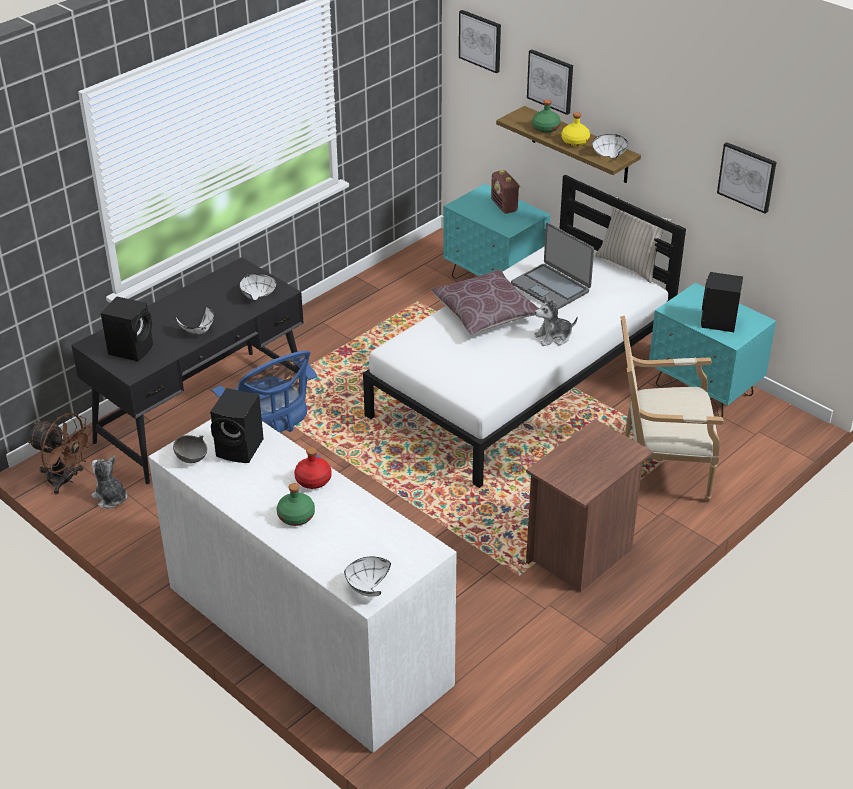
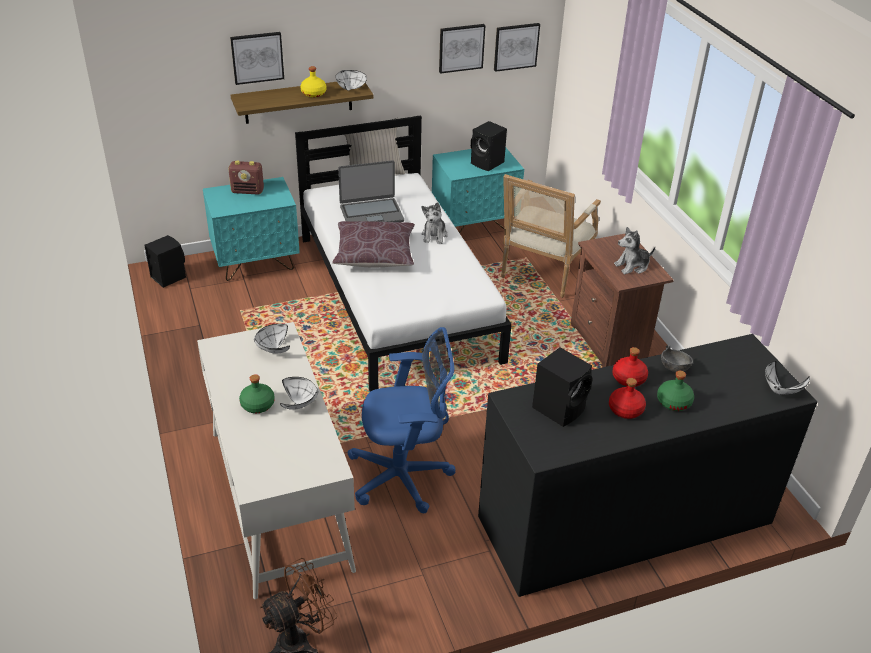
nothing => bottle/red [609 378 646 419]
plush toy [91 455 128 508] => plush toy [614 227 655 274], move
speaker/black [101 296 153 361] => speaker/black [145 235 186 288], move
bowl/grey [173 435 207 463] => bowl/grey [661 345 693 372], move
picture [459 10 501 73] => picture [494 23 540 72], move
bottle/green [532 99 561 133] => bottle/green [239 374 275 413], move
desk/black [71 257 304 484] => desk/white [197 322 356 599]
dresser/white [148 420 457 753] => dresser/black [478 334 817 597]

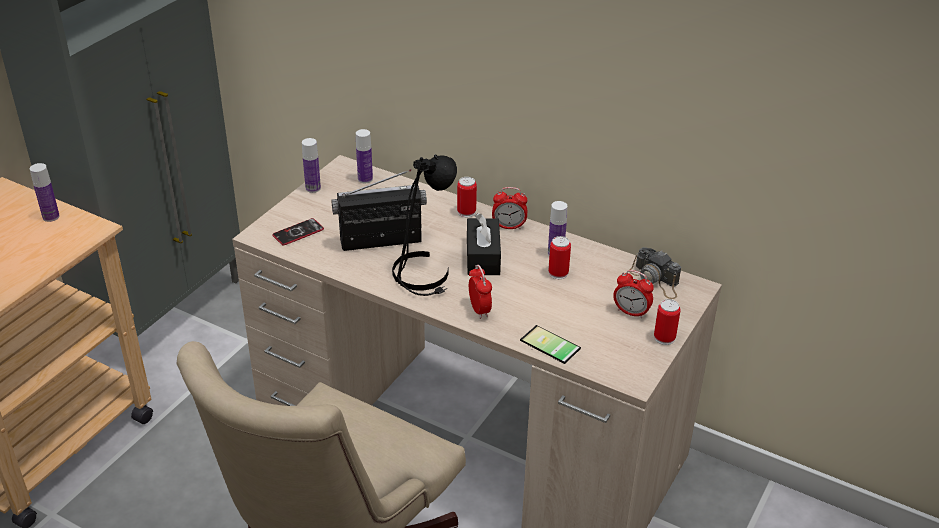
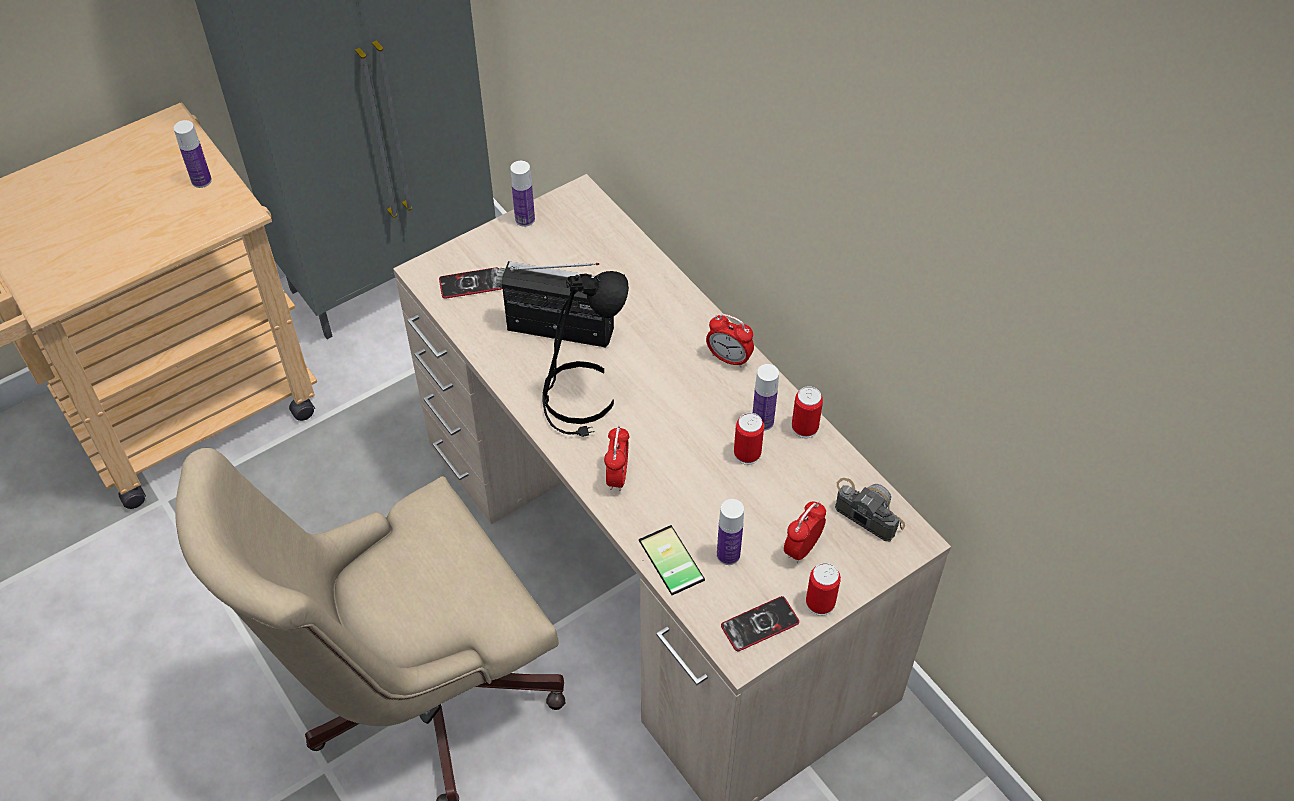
tissue box/black [467 213 501 275] => nothing
nothing => phone [721 596 799 651]
bottle [356 129 373 183] => bottle [717 499 744 565], move
can [457 177 477 217] => can [792 386 823 438], move
alarm clock [613 270 654 319] => alarm clock [784 501 826 563], 75 degrees clockwise
photo camera [629 247 681 299] => photo camera [835 478 905 541], 150 degrees clockwise

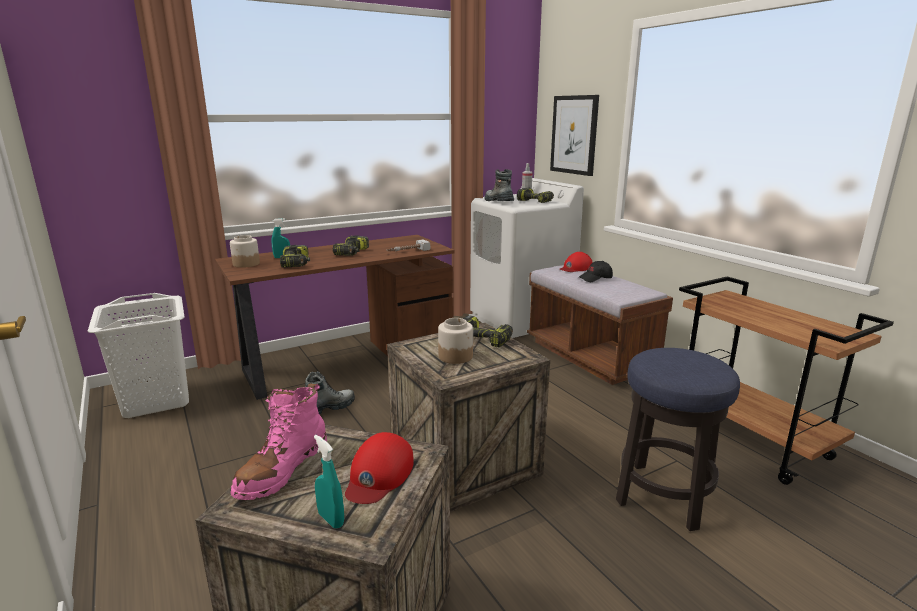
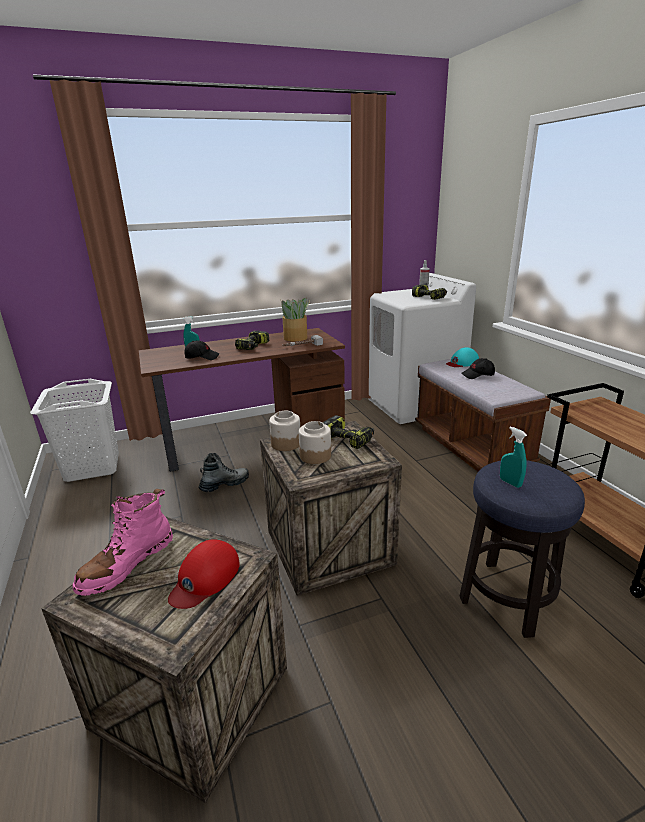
boot [485 169 514 201] => nothing
picture [550 95 599 176] => nothing
nothing => potted plant [281 298 310 341]
jar [230 235 260 268] => jar [269 411 300 451], move
spray bottle/turquoise [314 435 344 529] => spray bottle/turquoise [500 426 527 488], move
power drill [280 245 310 268] => cap/black [184 340 220 360]
cap/red [560 252 593 272] => cap/turquoise [446 347 479 367]

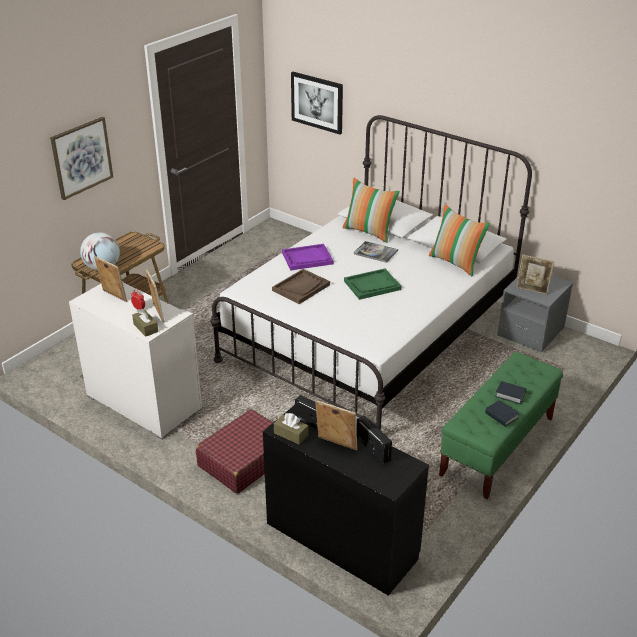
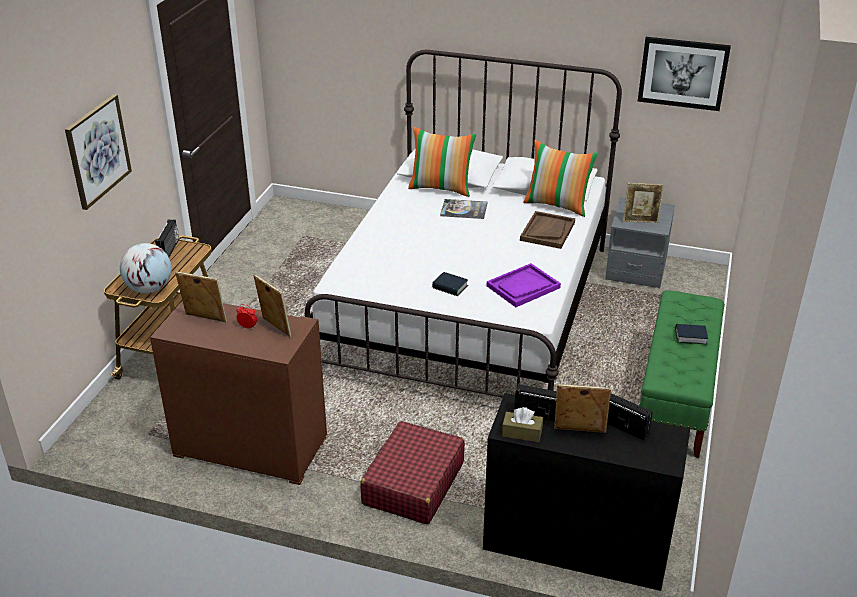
tissue box/brown [132 309 158 337] => nothing
tray/green [344 269 401 300] => nothing
nothing => radio [155 220 179 257]
tray/brown [272 269 330 304] => tray/brown [520 211 575 249], move
tray/purple [282 244 333 271] => tray/purple [487 263 561 307], move
picture [291 72 343 135] => picture [638 37 731 111], move
book [485 400 519 427] => book [432 272 468 296], move
dresser/white [69 281 202 440] => dresser/brown [150 301 327 485]

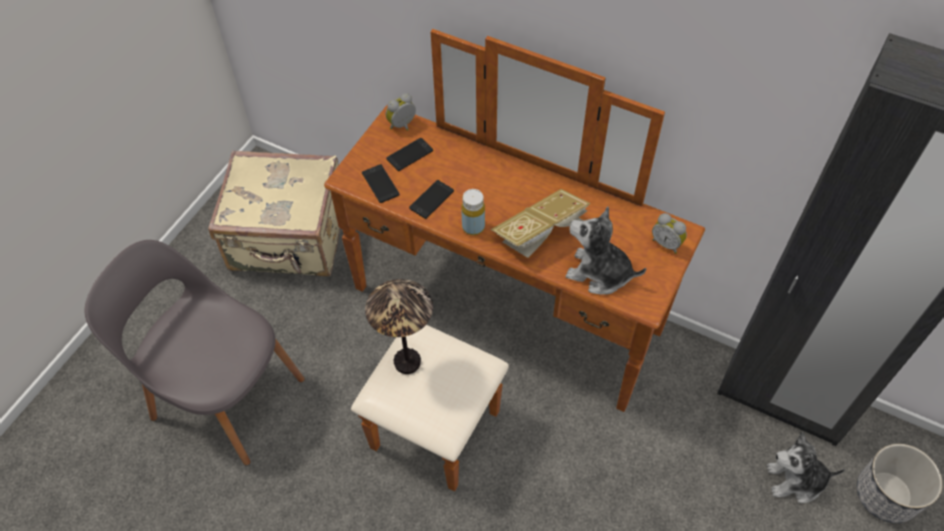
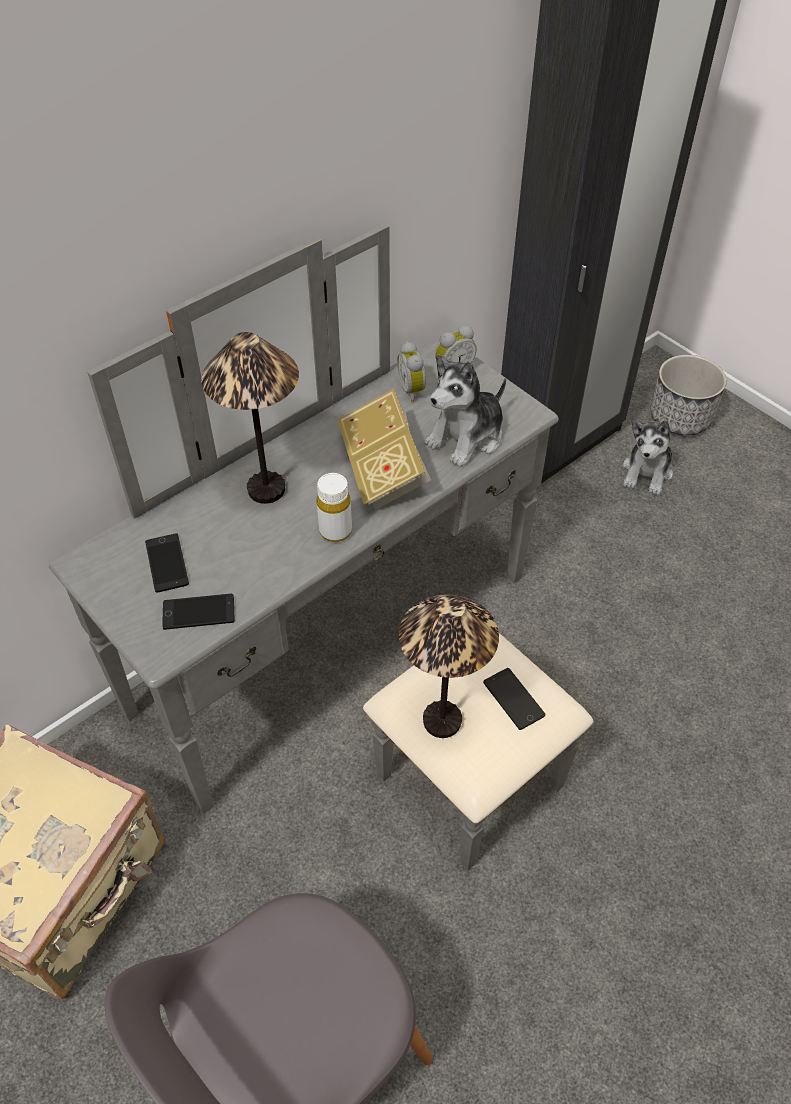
nothing => table lamp [201 332 299 504]
alarm clock [386 93 416 131] => alarm clock [397 341 426 402], move
phone [409 180 454 219] => phone [483 668 545 730], move
dresser/brown [324 29 705 491] => dresser/grey [49 224 594 871]
bottle/yellow [461 189 485 235] => bottle/white [317 473 352 542]

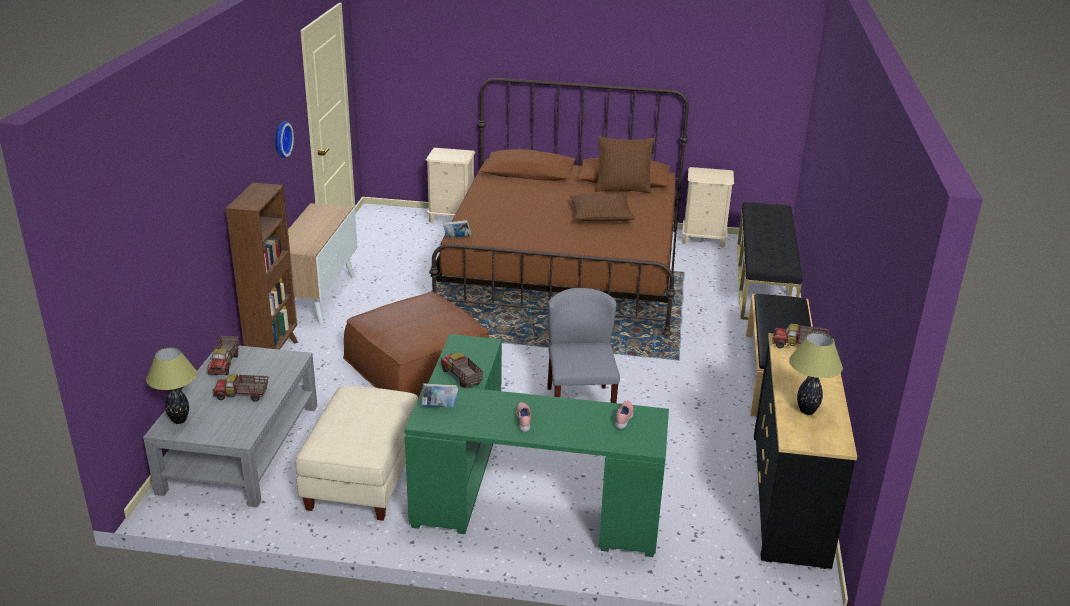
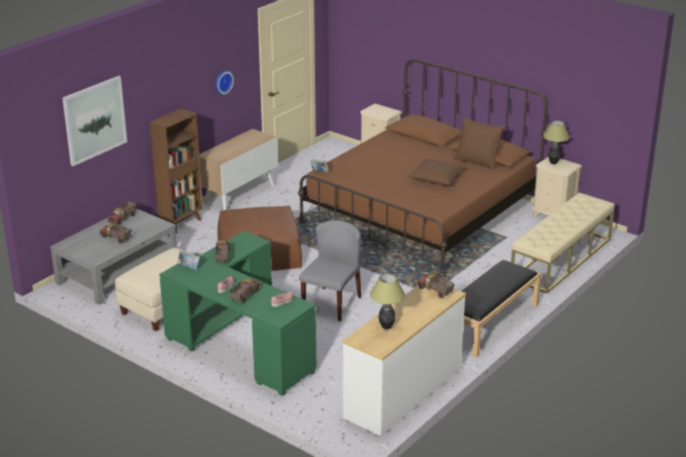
nothing => picture [62 76 127 166]
nothing => toy truck [229 279 260 304]
table lamp [146 347 197 424] => table lamp [543 121 570 164], move
bench/black [737 202 803 320] => bench/beige [511 193 615 293]
dresser/black [754 333 857 569] => dresser/white [342 285 466 436]

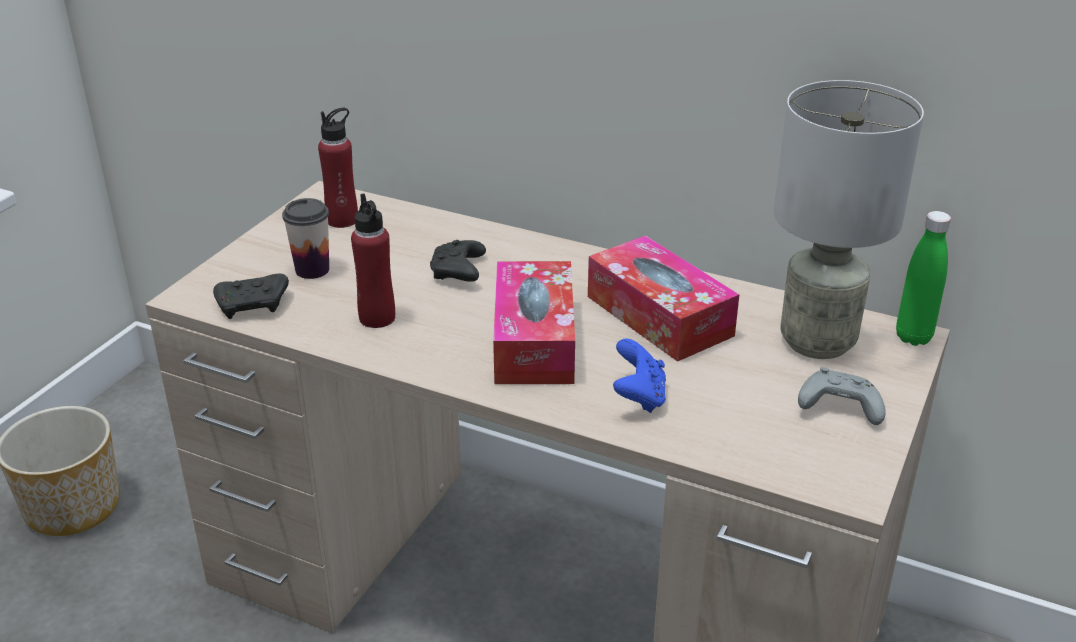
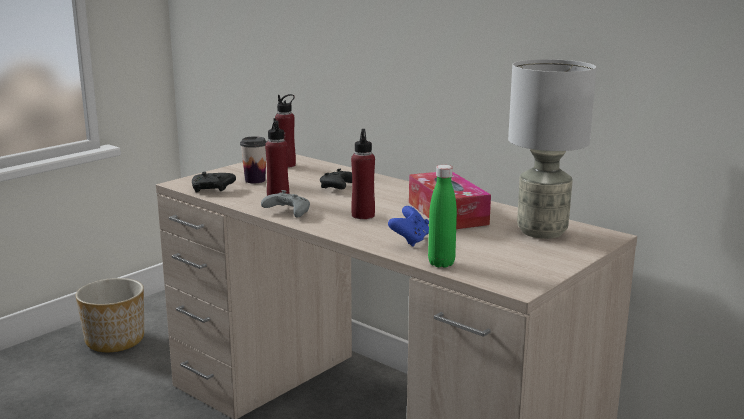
game controller/grey [798 367 886 425] => game controller/grey [261 190 310 218], move
bottle/green [896 211 951 346] => bottle/green [428 165 457 268], move
tissue box [493 261 575 384] => bottle/red [351 129 375 219]

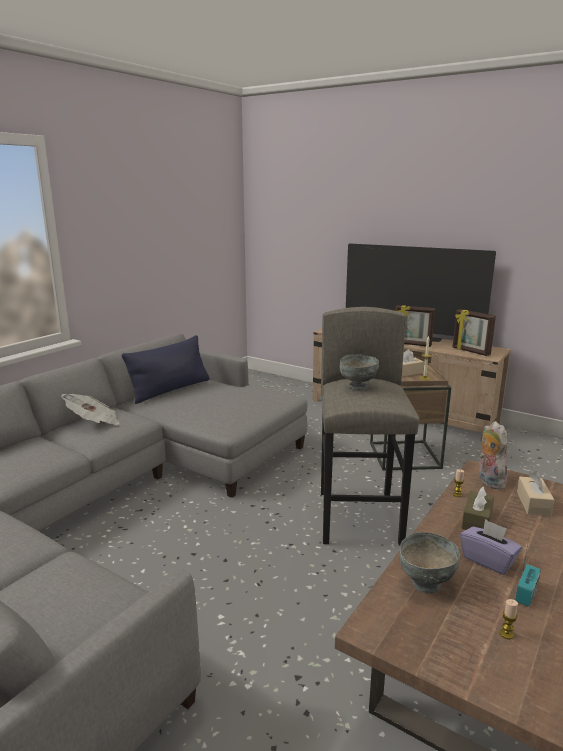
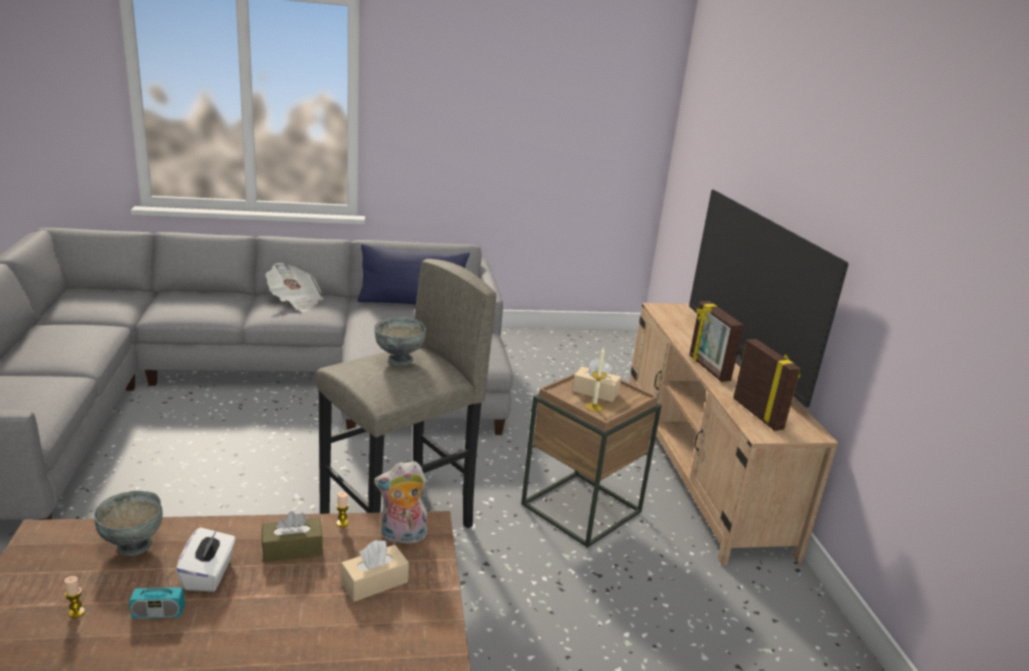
tissue box/purple [460 519 522 575] => tissue box/white [176 527 236 592]
picture frame [453 309 496 356] => picture frame [733 339 801 431], 150 degrees clockwise
plush toy [479 421 509 489] => plush toy [374 461 429 544], 135 degrees counterclockwise

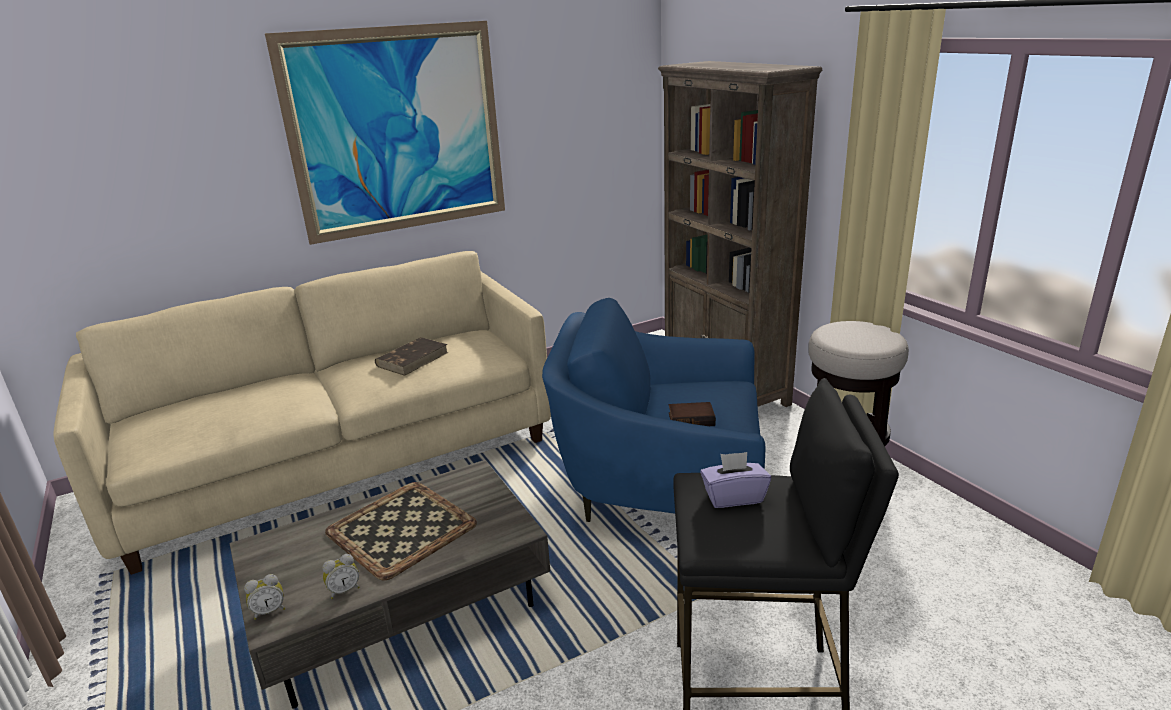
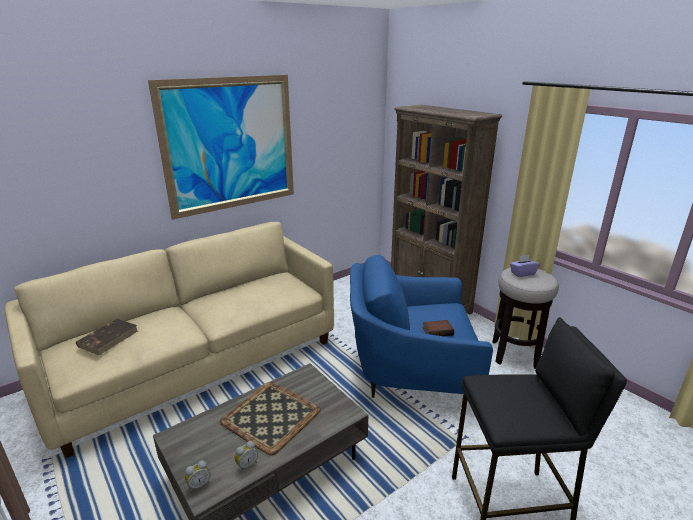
book/brown [375 337 448 376] => book/brown [76 319 138 355], move
tissue box/purple [700 452 771 508] => tissue box/purple [510 255 540 277], move

